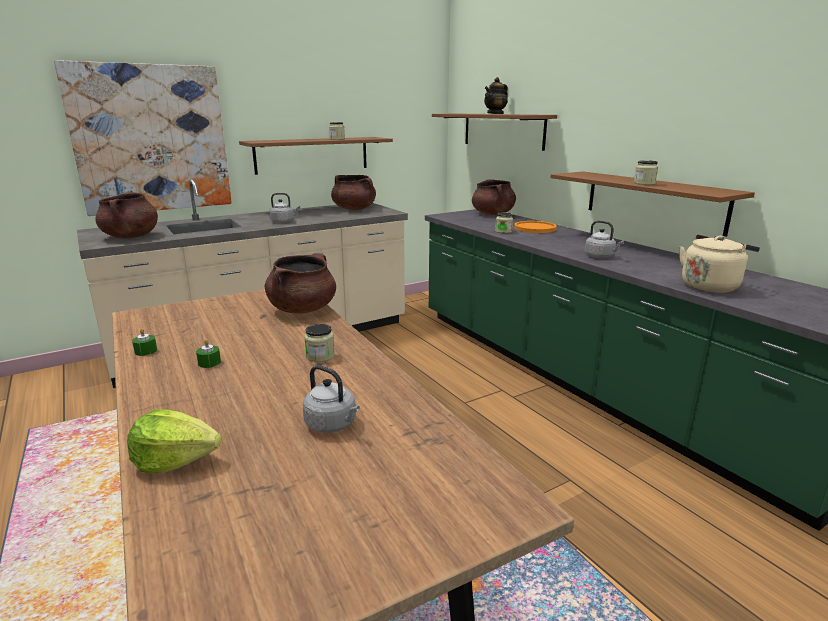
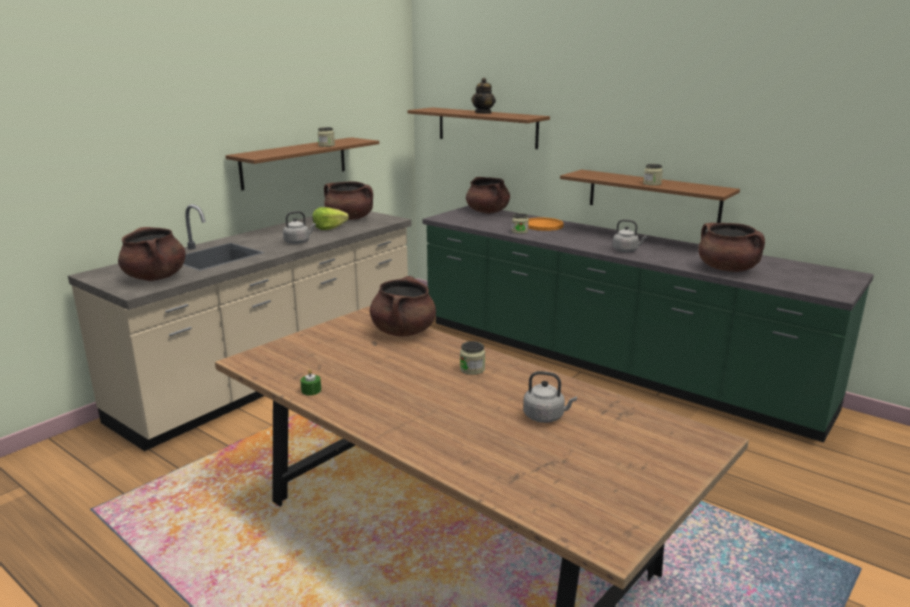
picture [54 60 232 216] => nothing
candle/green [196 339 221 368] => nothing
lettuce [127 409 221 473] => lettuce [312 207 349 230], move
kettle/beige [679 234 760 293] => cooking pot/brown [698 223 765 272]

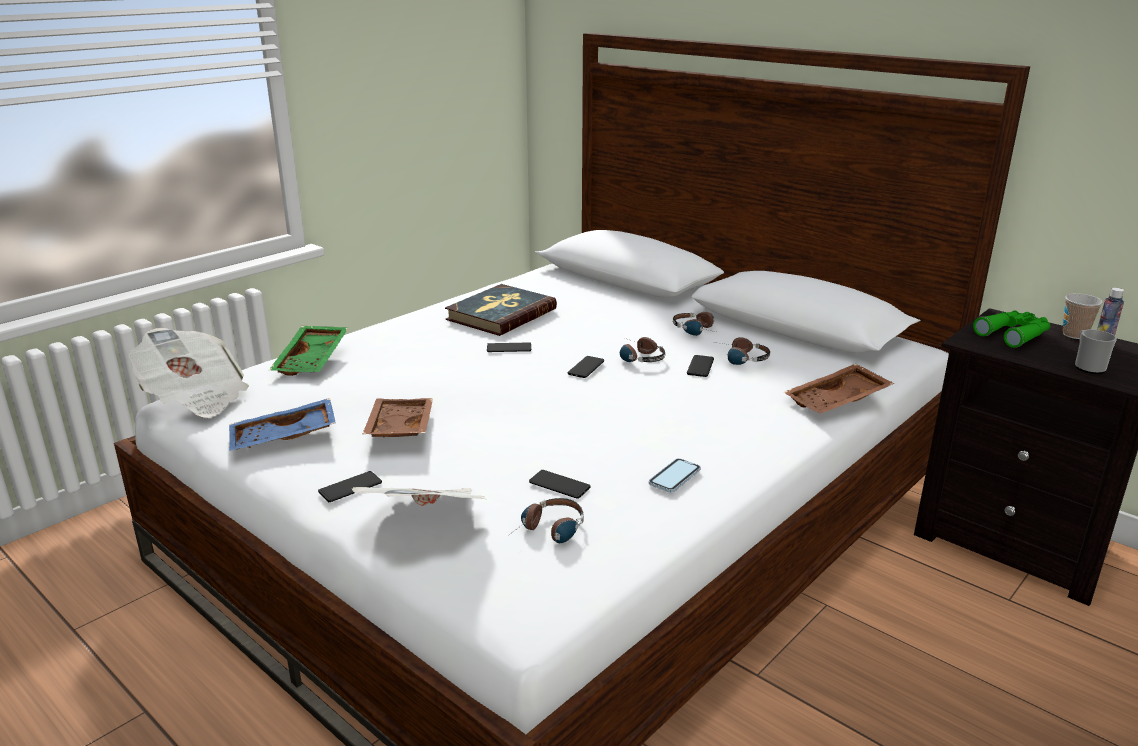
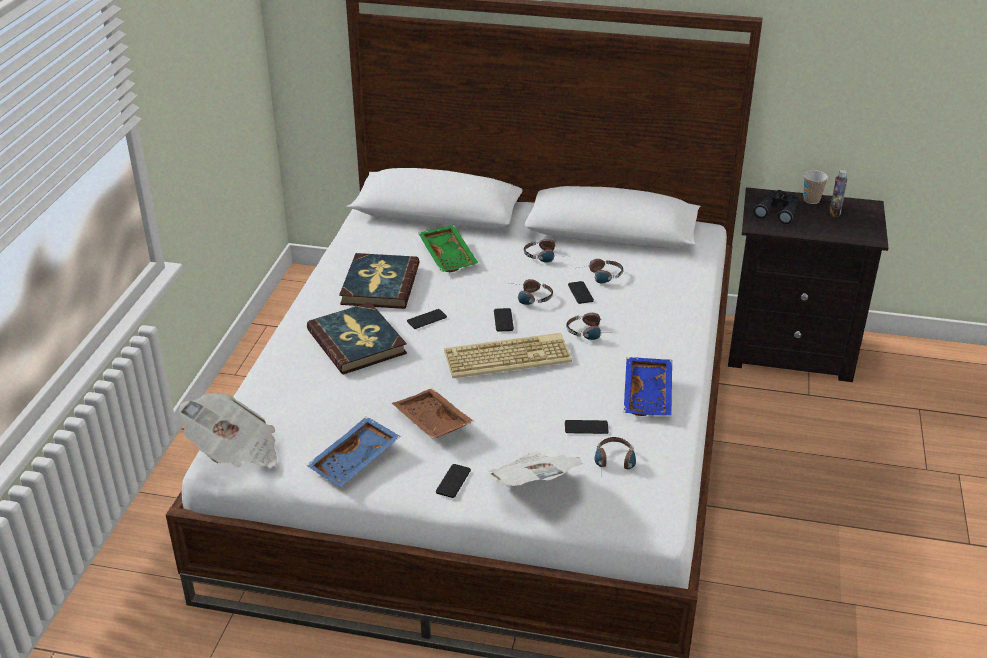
tray/brown [783 364 895 414] => nothing
mug [1075 329 1117 374] => nothing
nothing => book [307 302 407 374]
nothing => keyboard [444 333 572 378]
nothing => headphones [566 313 617 340]
tray/green [269 326 349 376] => tray/green [418 225 478 272], move
phone [649 458 701 493] => tray/blue [624 357 672 416]
binoculars/green [973 311 1050 348] => binoculars/black [754 190 799 224]

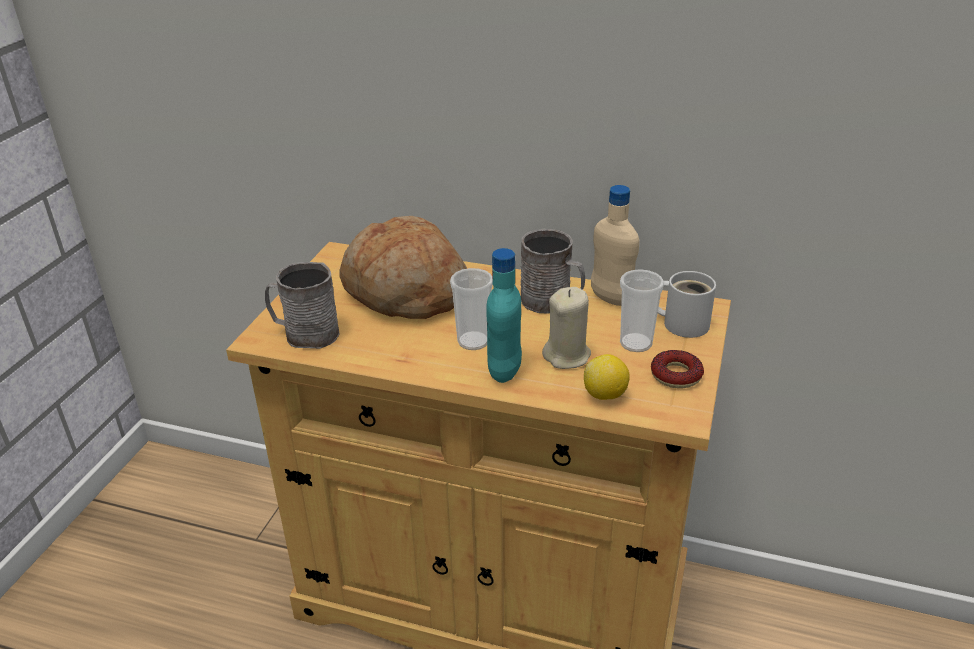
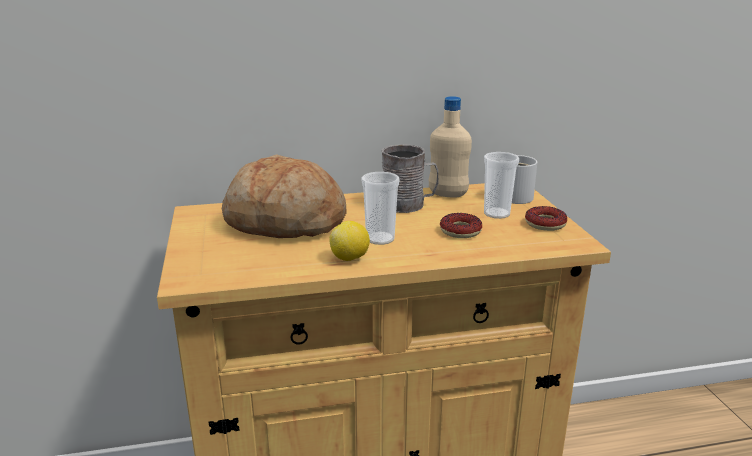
mug/grey [265 262 339 349] => nothing
bottle/turquoise [486 248 522 383] => nothing
lemon [584 354 630 400] => lemon [329 221 370 261], move
candle/beige [542 287 591 369] => donut [440 213 482 238]

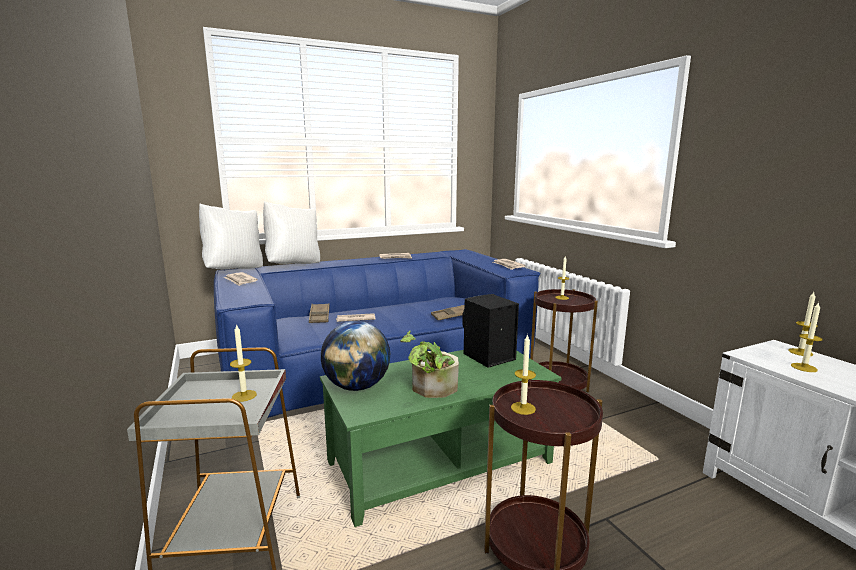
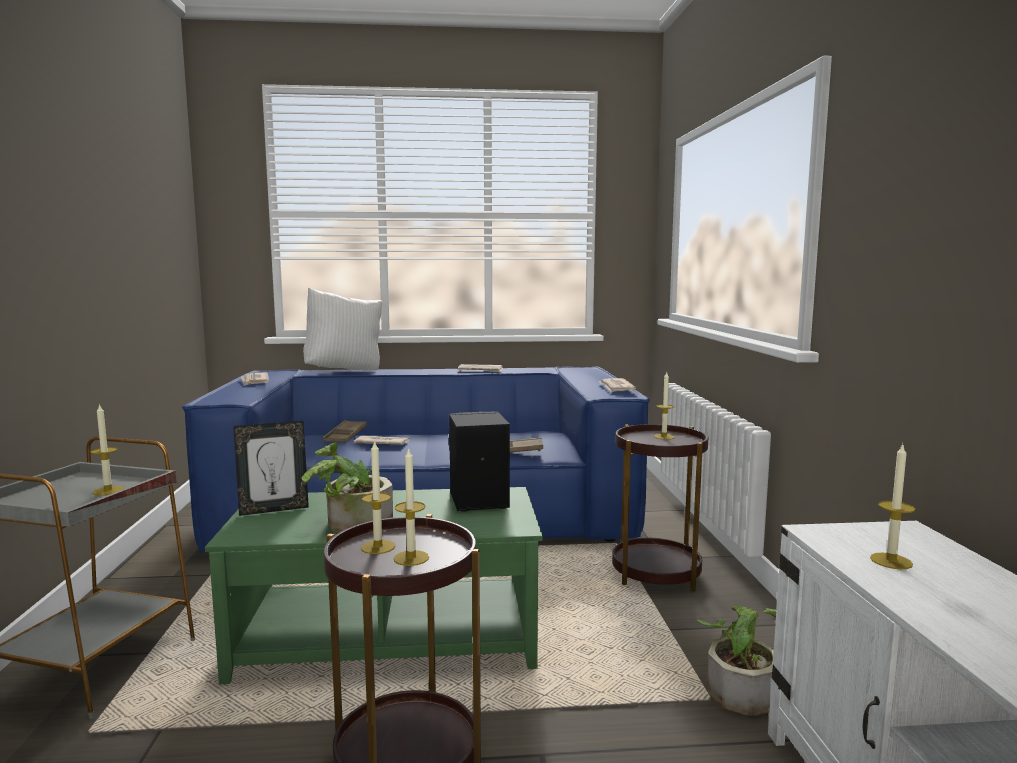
pillow/white [199 203 263 269] => nothing
nothing => potted plant [697 606 776 716]
candle [789 292 818 356] => candle [393 447 429 566], move
globe [321 321 390 391] => picture frame [233 421 309 516]

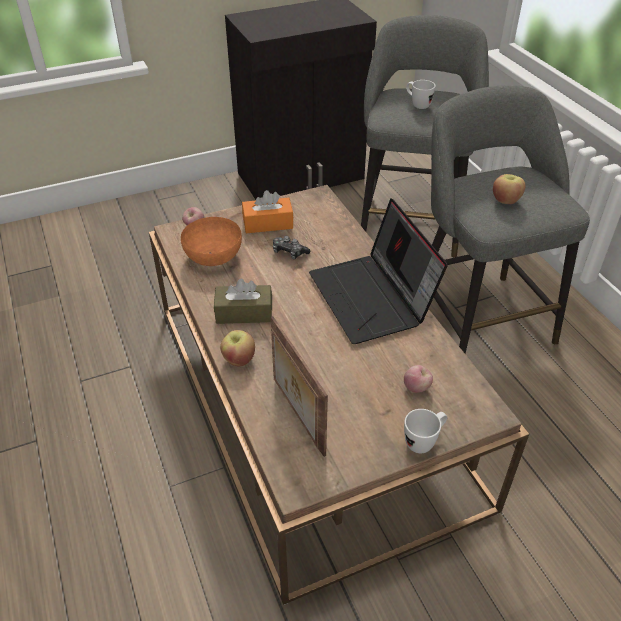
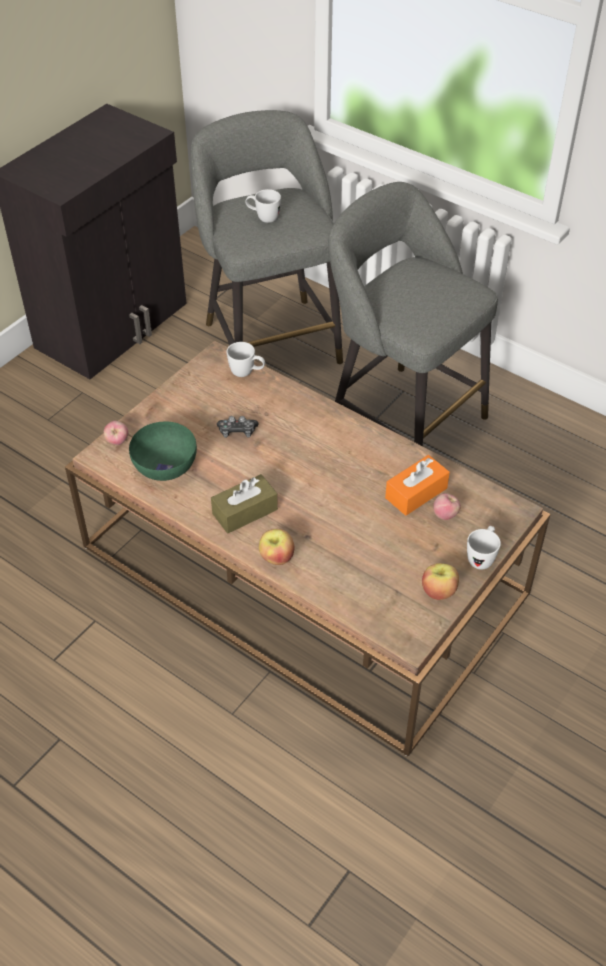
picture frame [271 316 328 457] => nothing
laptop [309 198 448 344] => nothing
nothing => mug/white [227 342 265 377]
tissue box/orange [242 190 293 233] => tissue box/orange [385 455 450 516], move
apple [493 174 525 204] => apple [422 563 459 600], move
bowl/orange [181 217 242 266] => bowl/green [129 421 197 481]

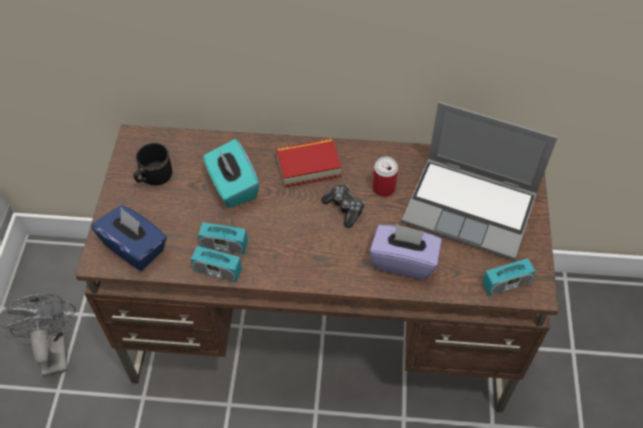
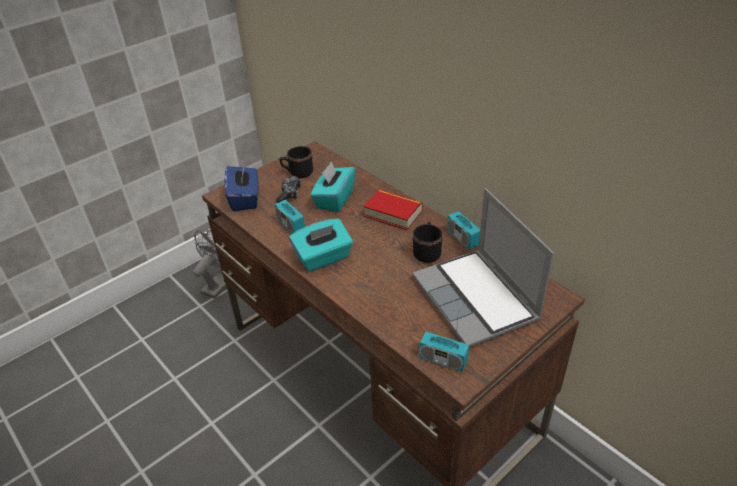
tissue box/purple [369 224 442 280] => nothing
nothing => tissue box/turquoise [289 219 353 272]
radio [191 227 242 282] => radio [447 201 480 249], move
game controller [321 185 365 228] => game controller [276 176 301 203], move
can [372 157 398 197] => mug/black [413 222 442 263]

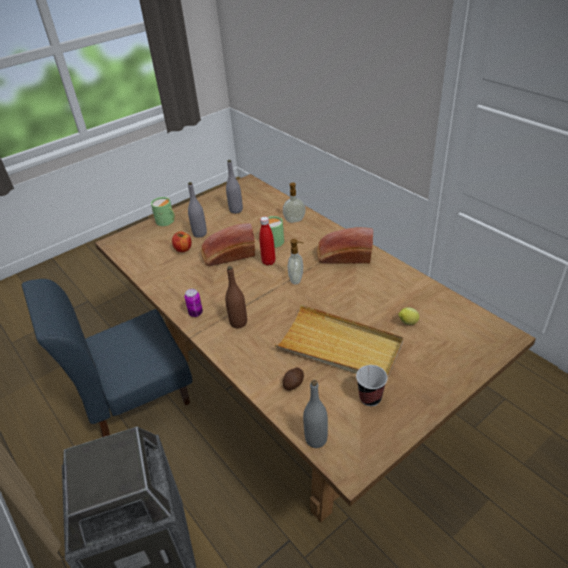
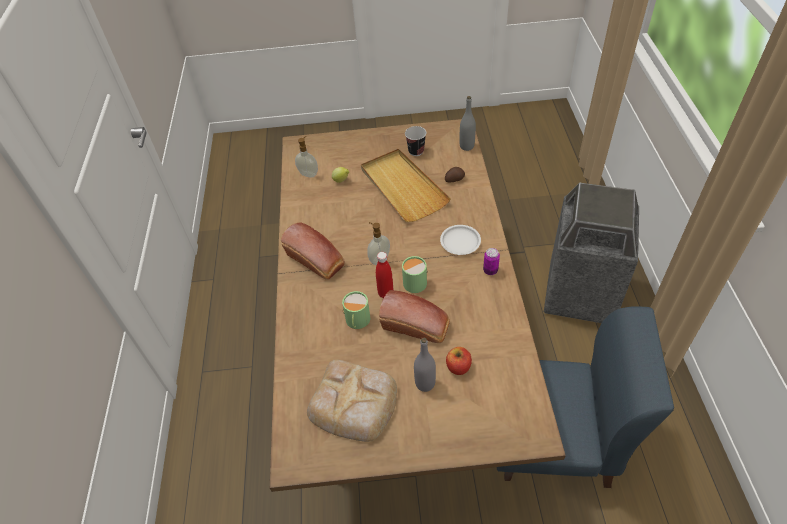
mug/green [151 197 175 226] => mug/green [402 256 428 293], move
soap dispenser [283 183 306 223] => soap dispenser [295 136 318 177], move
bottle/brown [225 266 247 328] => plate/white [440 225 481 255]
bottle/grey [226 160 243 214] => bread [307 359 397 442]

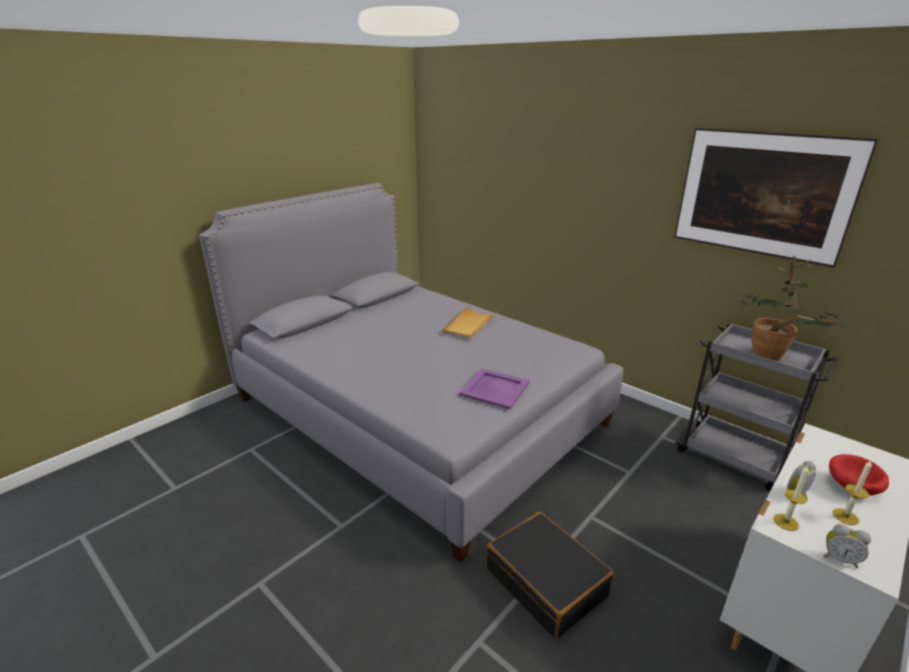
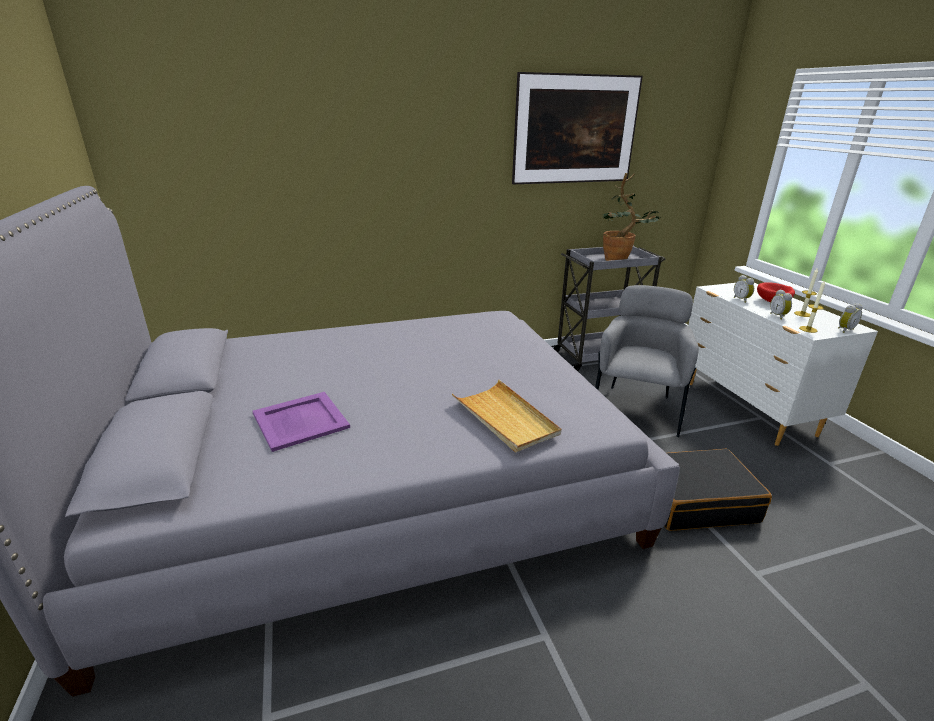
nothing => armchair/grey [595 285 699 437]
nothing => alarm clock [734 275 754 303]
tray/beige [443 306 498 340] => tray/beige [452 380 561 452], move
tray/purple [459 368 530 409] => tray/purple [252 392 350 452], move

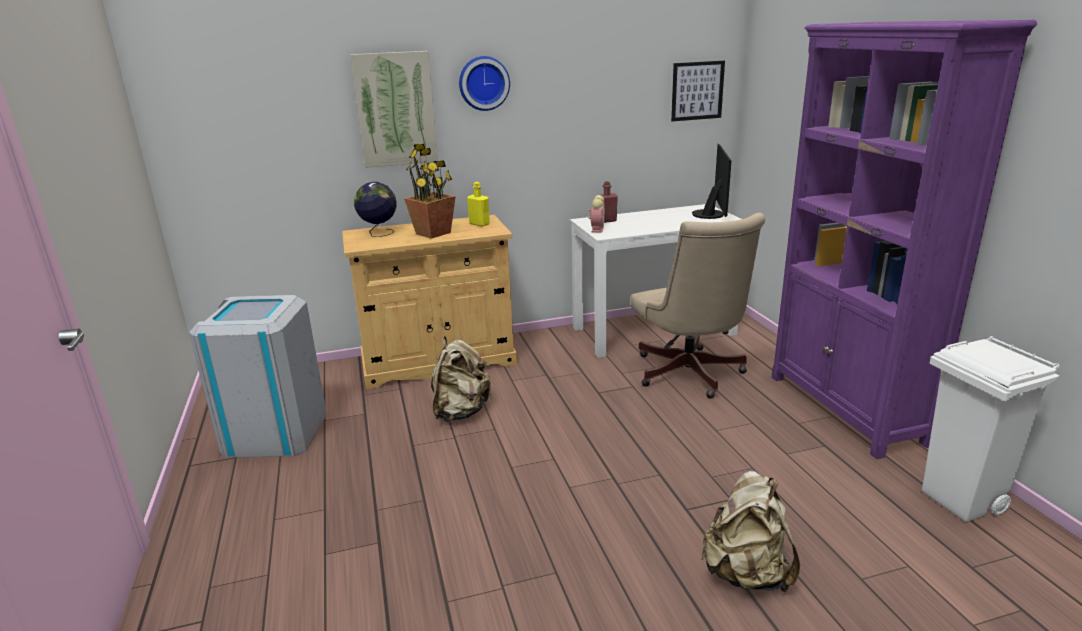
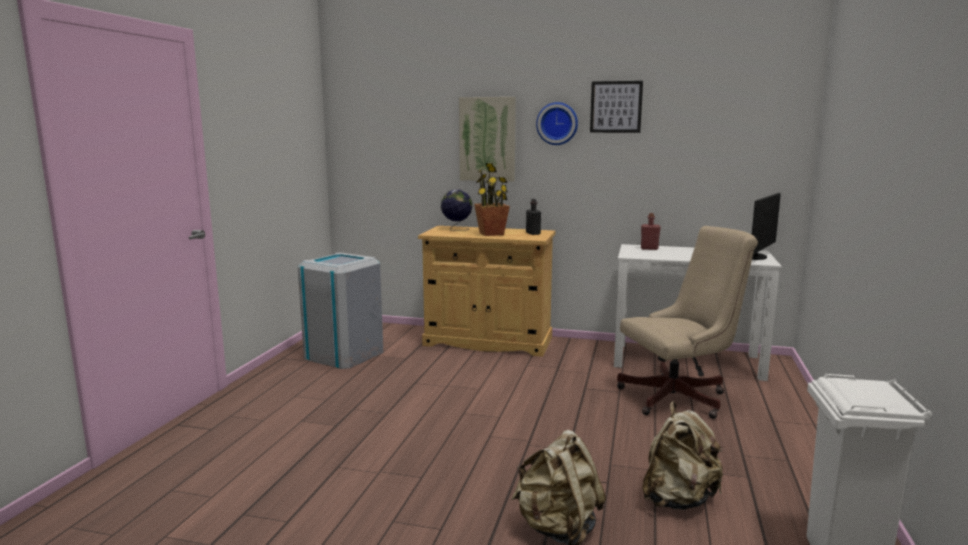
alarm clock [588 195 605 233] => nothing
bookcase/purple [772 20 1037 459] => nothing
backpack/beige [431 336 492 422] => backpack/beige [642 401 723 510], move
picture [671 61 725 121] => picture [590 81 643 133], move
bottle/yellow [467 182 490 227] => bottle/black [526 199 541 235]
office chair/beige [631 213 765 398] => office chair/beige [617 226 758 419], 120 degrees counterclockwise

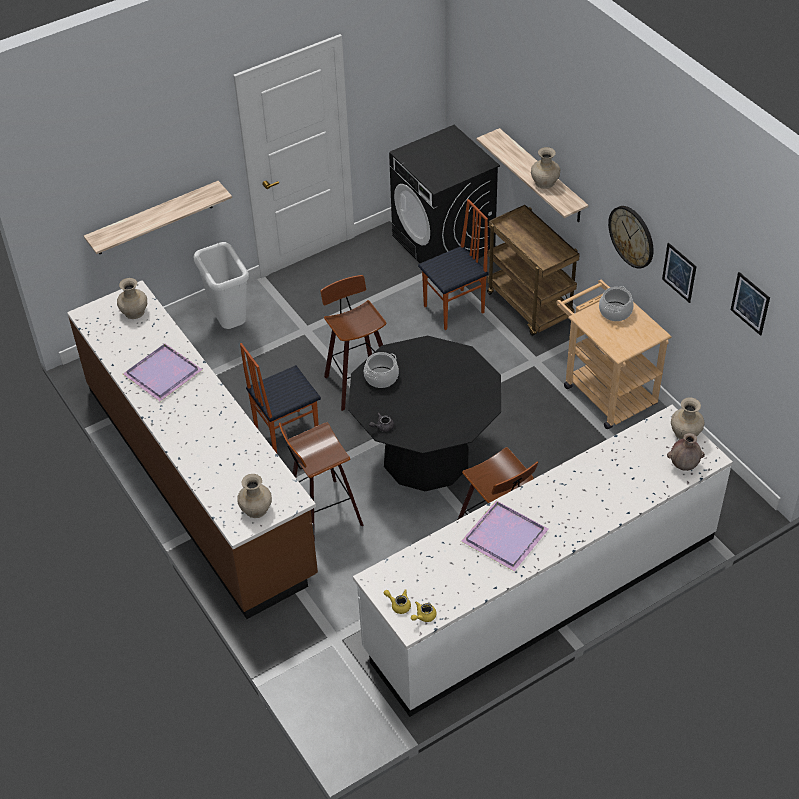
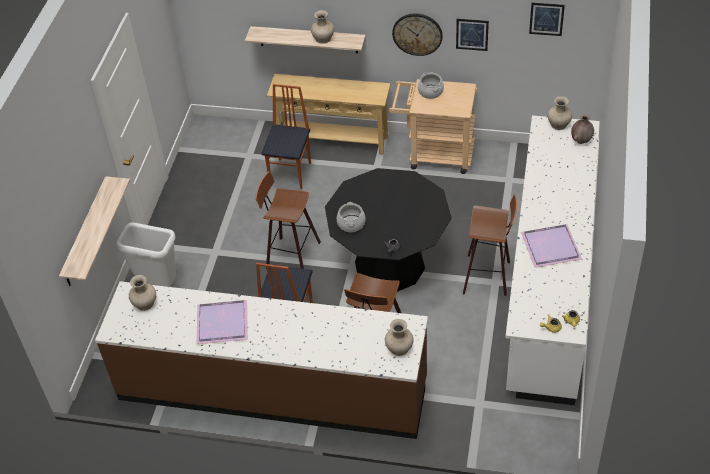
washing machine/black [389 125 500 263] => nothing
cart/brown [487 205 580 336] => console table/beige [267 74 390 155]

